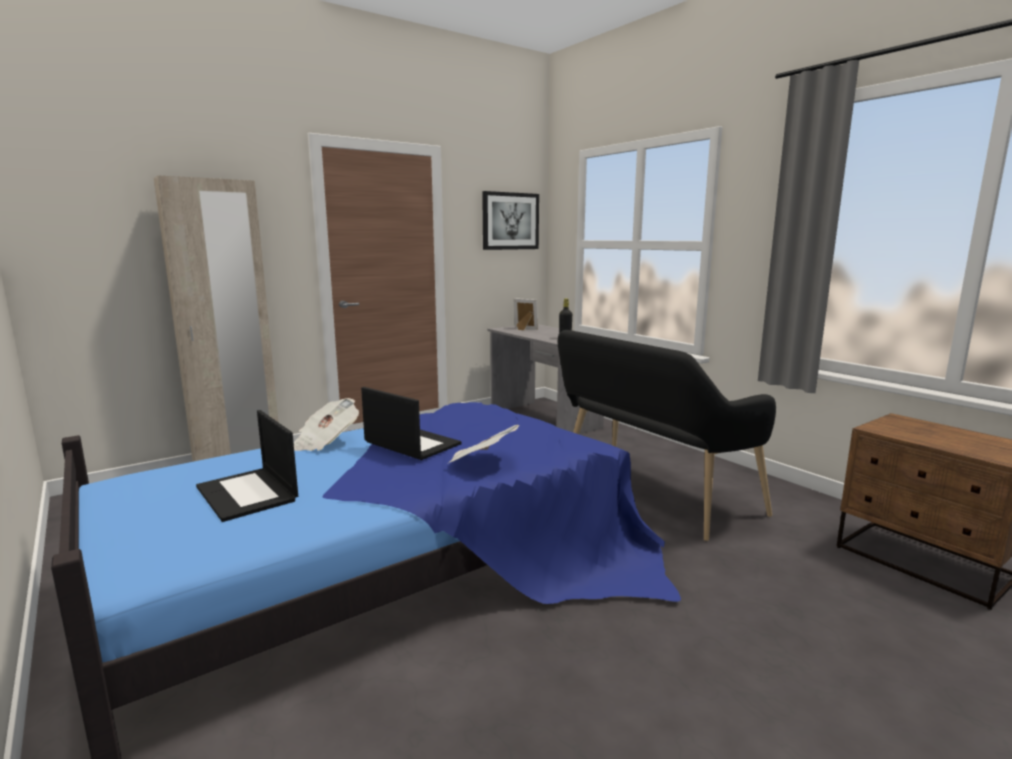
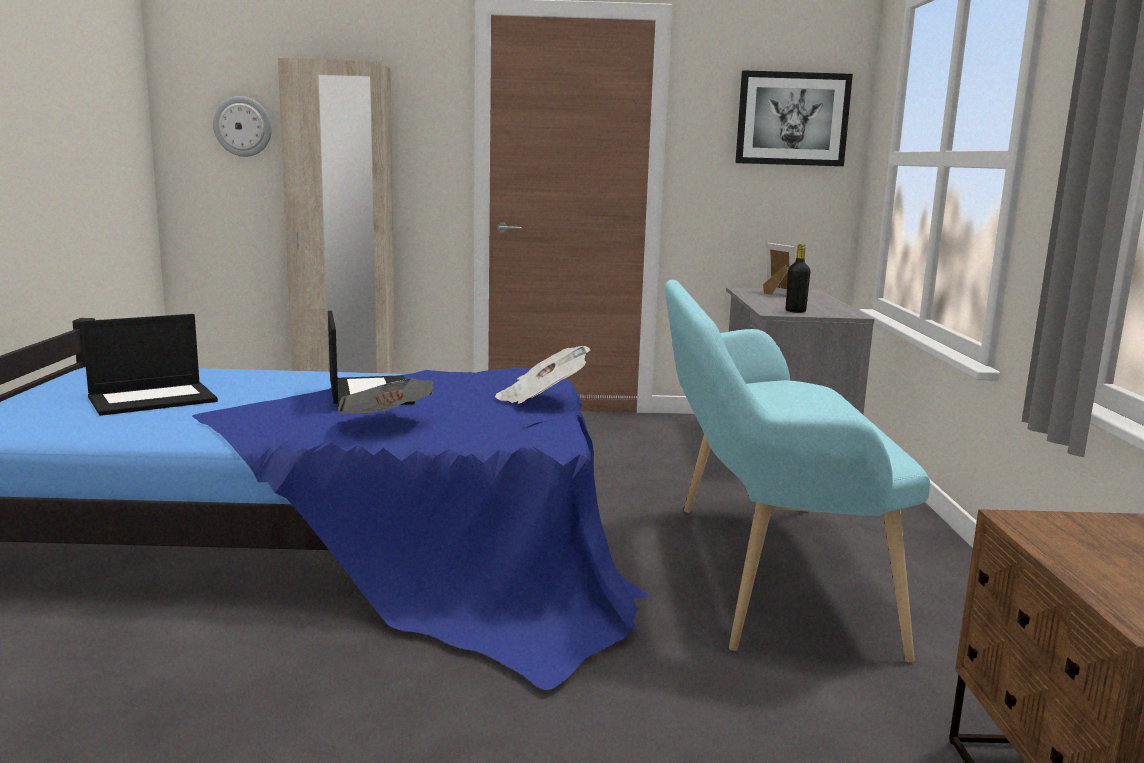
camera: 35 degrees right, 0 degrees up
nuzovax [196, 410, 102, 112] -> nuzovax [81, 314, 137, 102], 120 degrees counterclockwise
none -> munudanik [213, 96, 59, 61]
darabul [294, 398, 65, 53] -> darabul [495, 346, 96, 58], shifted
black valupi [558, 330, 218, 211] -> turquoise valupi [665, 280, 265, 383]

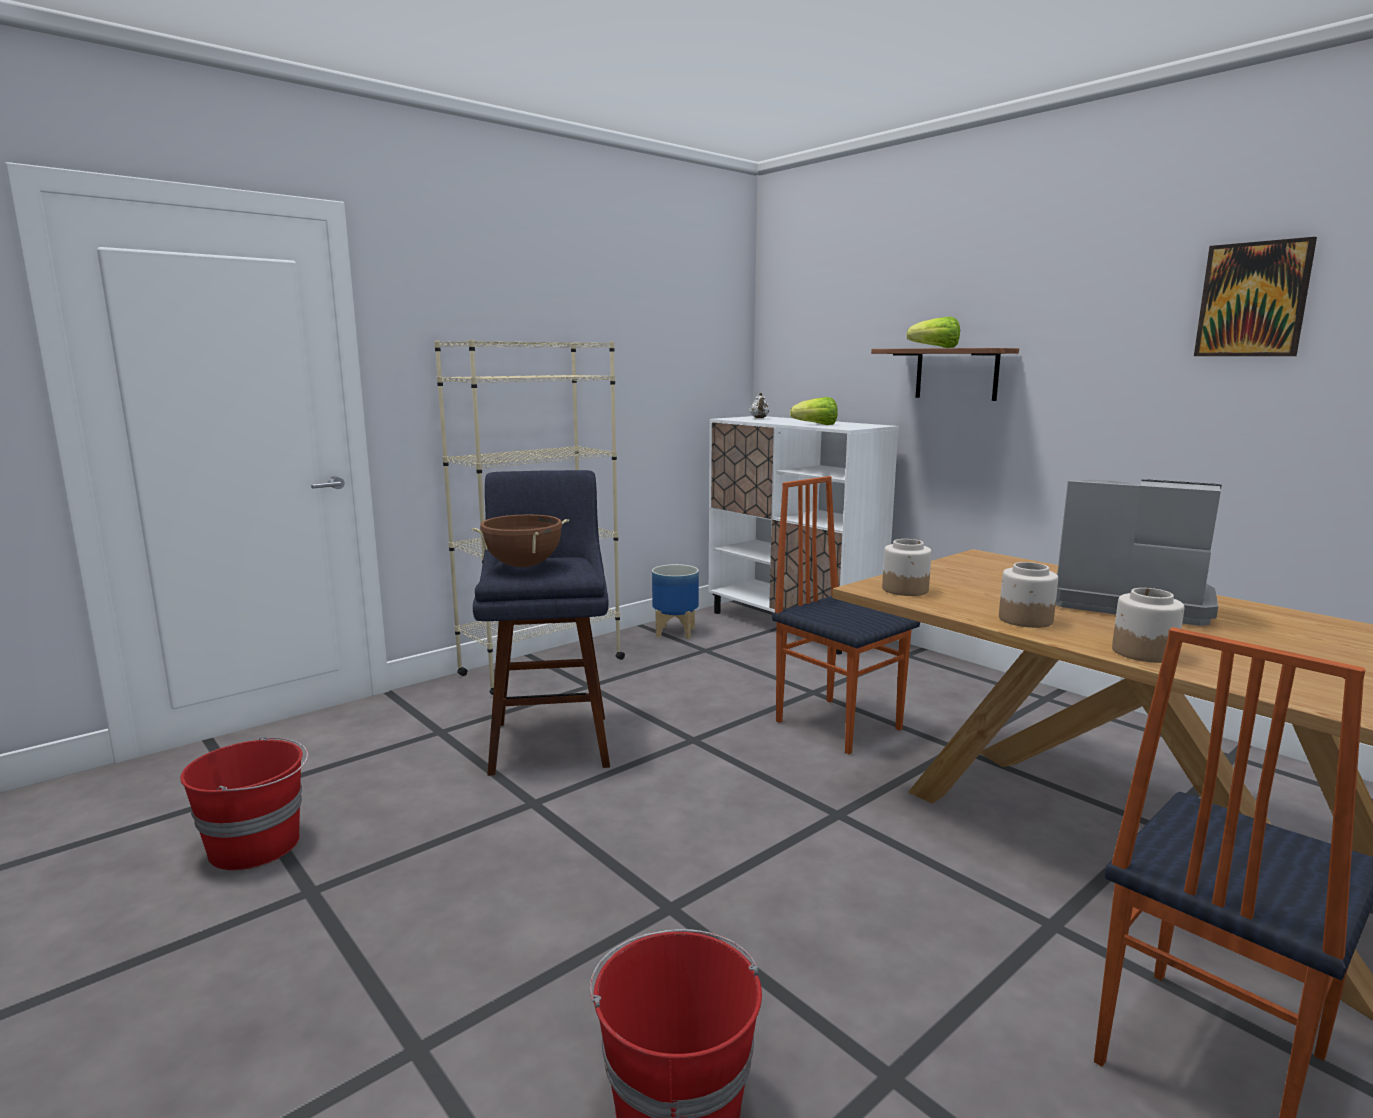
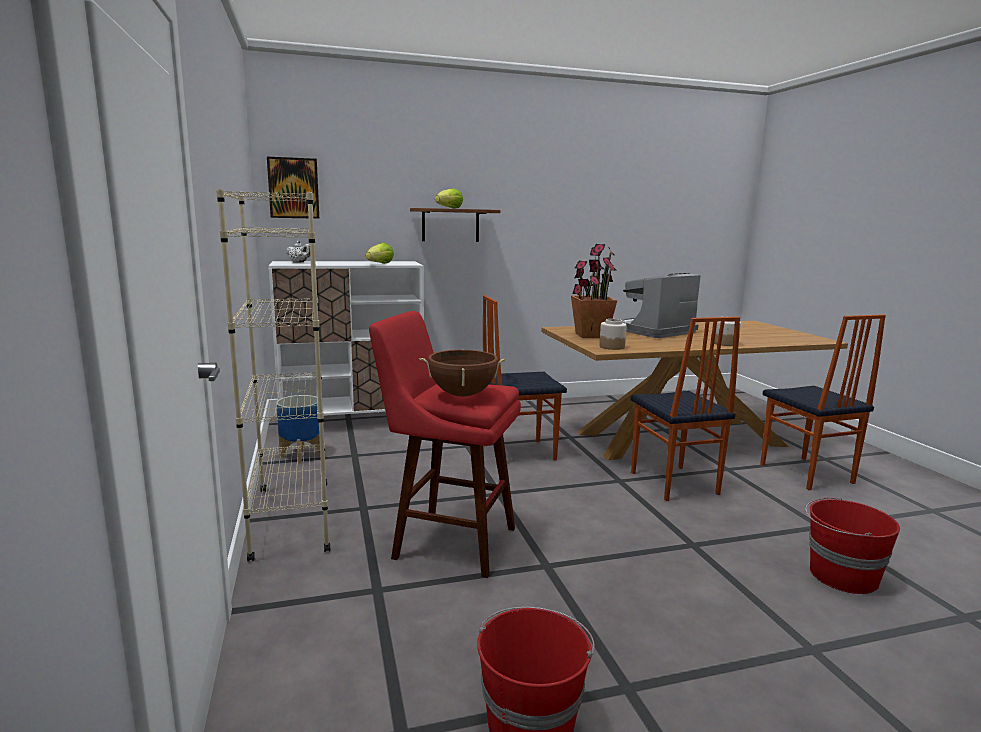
camera: 65 degrees left, 0 degrees up
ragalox [1194, 237, 123, 119] -> ragalox [267, 157, 52, 62], shifted
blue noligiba [473, 470, 137, 306] -> red noligiba [369, 311, 152, 267]
none -> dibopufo [571, 244, 46, 94]
none -> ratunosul [630, 317, 110, 184]
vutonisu [999, 562, 59, 66] -> none

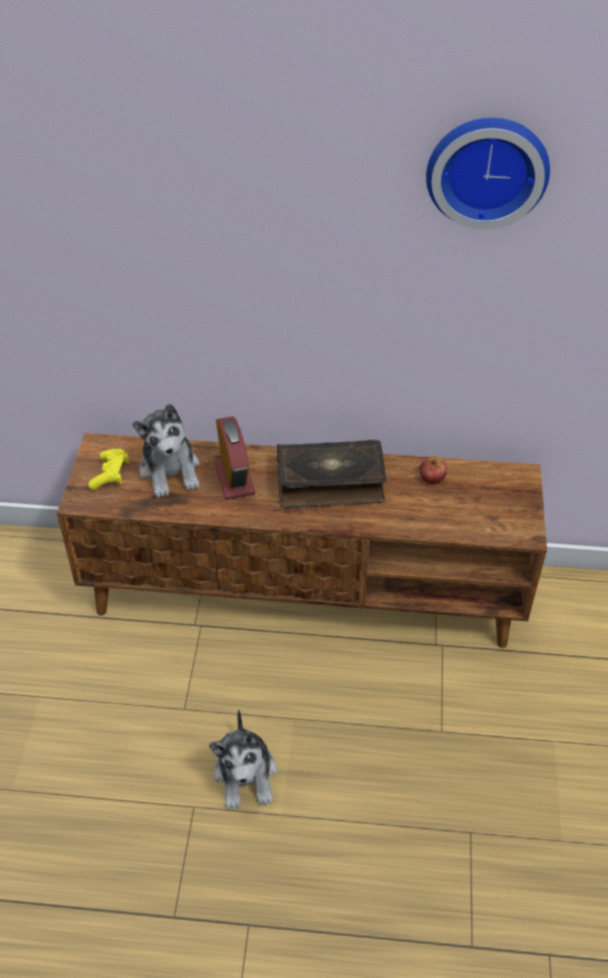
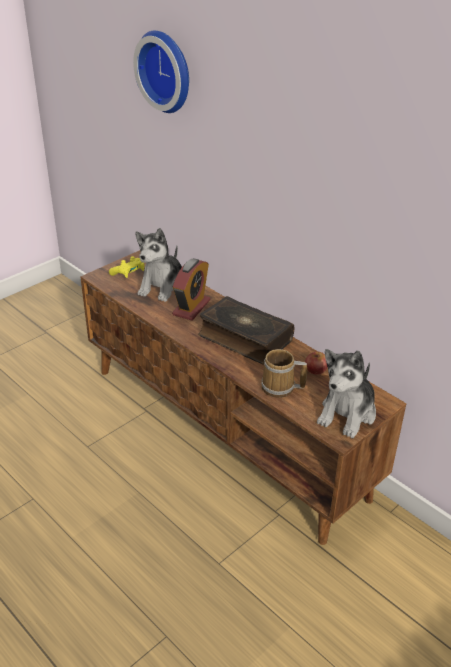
camera: 40 degrees right, 10 degrees down
munudanik [426, 118, 124, 111] -> munudanik [133, 31, 56, 82], shifted
none -> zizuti [261, 349, 46, 49]
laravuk [209, 709, 68, 101] -> laravuk [317, 349, 59, 89], shifted

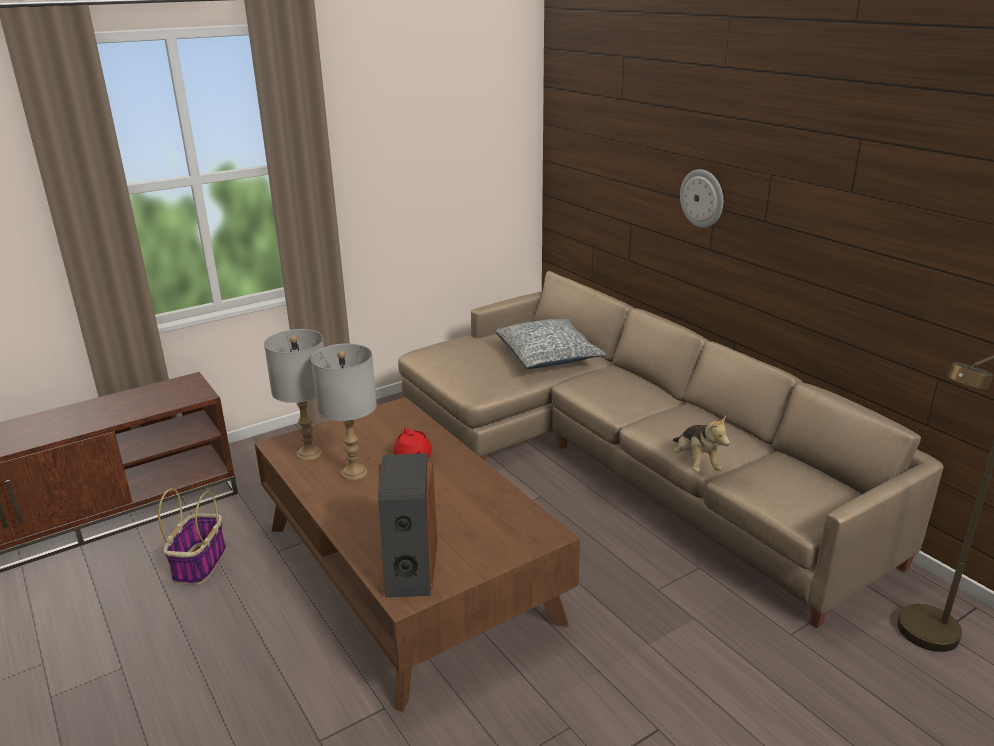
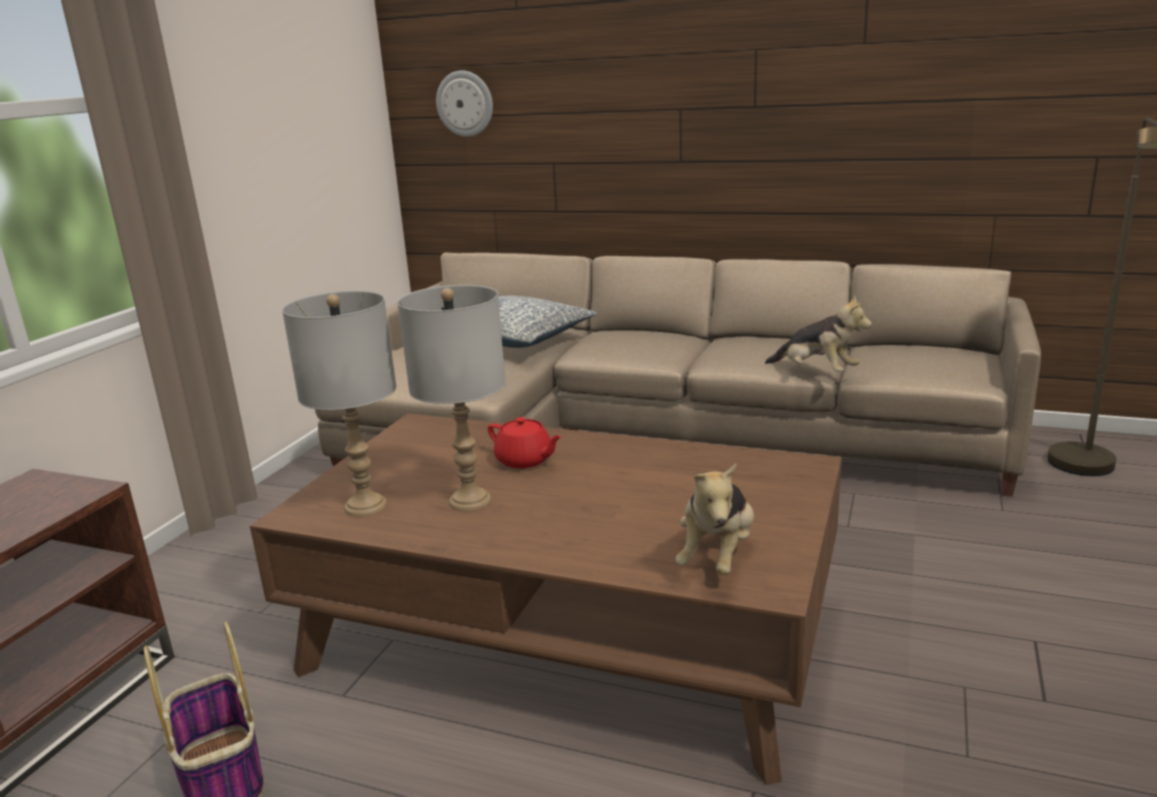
camera: 35 degrees left, 5 degrees down
munudanik [680, 169, 43, 59] -> munudanik [436, 71, 57, 66], shifted
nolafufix [378, 453, 59, 145] -> laravuk [675, 464, 79, 111]

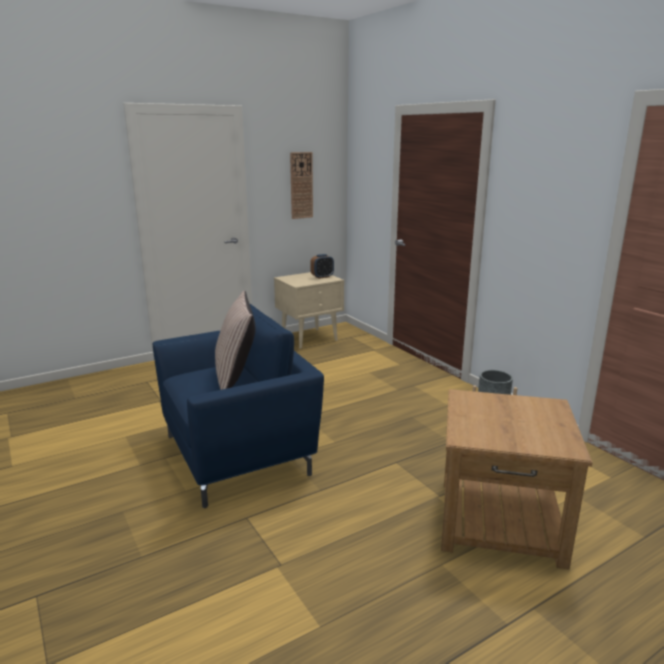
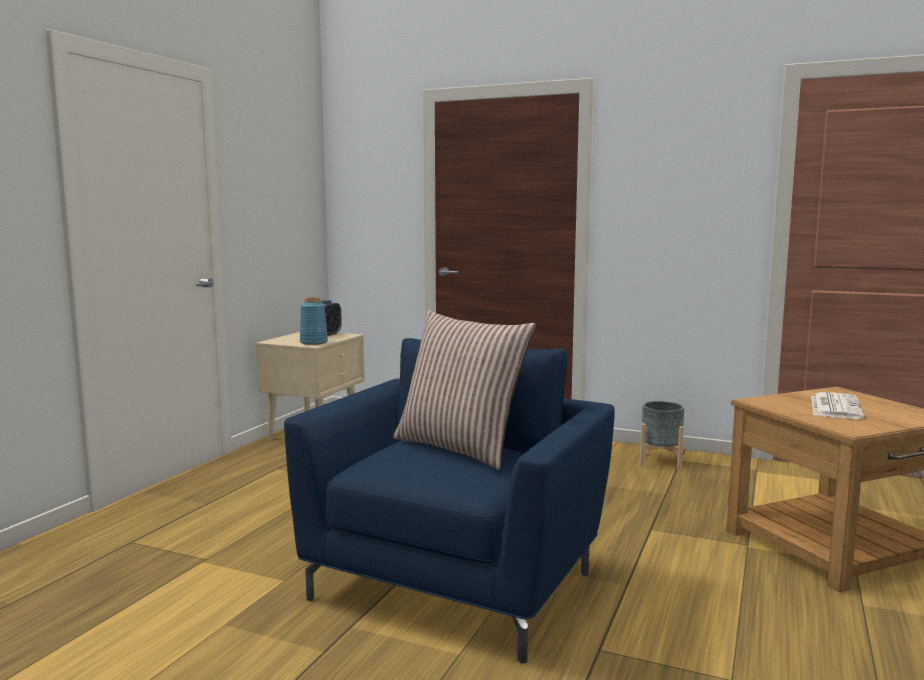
camera: 35 degrees left, 10 degrees down
none -> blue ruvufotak [300, 297, 28, 48]
none -> darabul [811, 392, 53, 27]
munudanik [290, 152, 23, 67] -> none

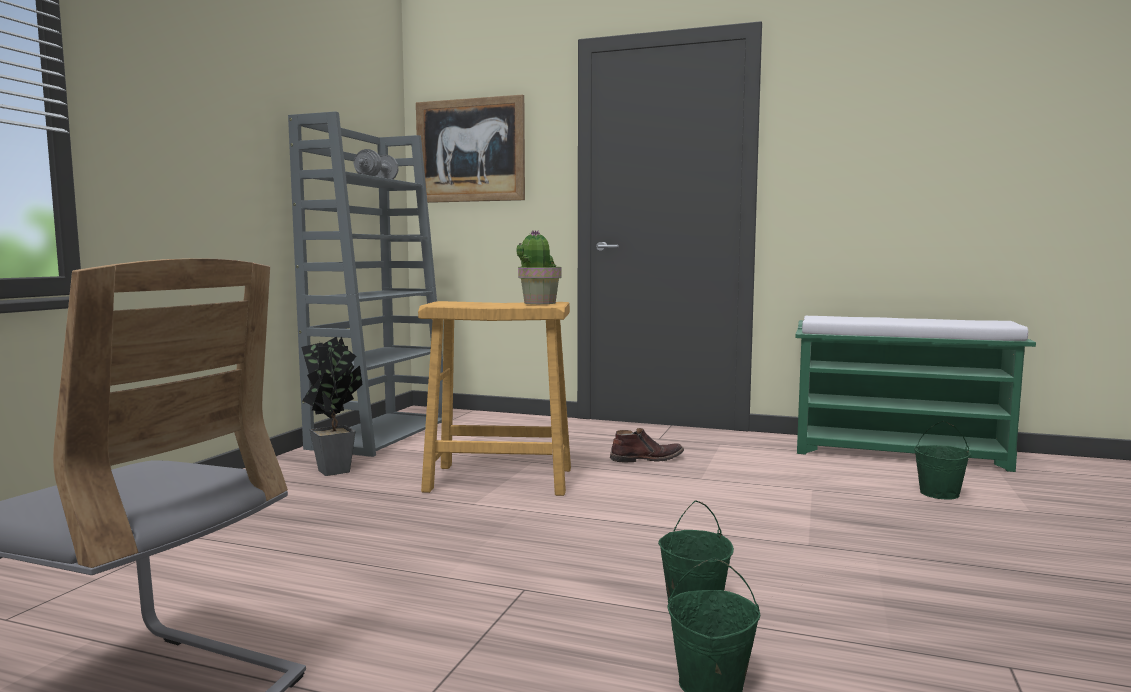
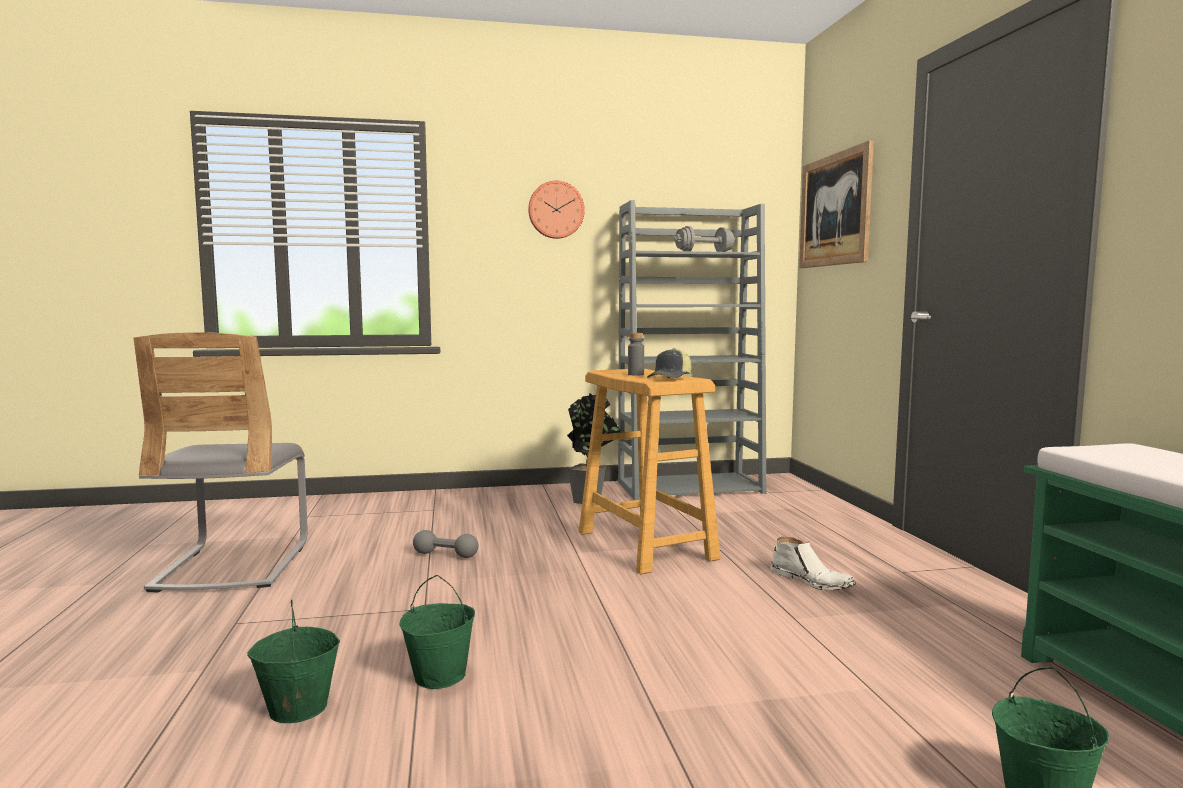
camera: 60 degrees right, 0 degrees up
none -> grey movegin [413, 530, 66, 28]
none -> munudanik [528, 181, 57, 58]
none -> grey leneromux [628, 333, 16, 43]
dibopufo [517, 230, 45, 74] -> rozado [647, 348, 44, 30]
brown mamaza [610, 428, 74, 35] -> white mamaza [770, 537, 86, 53]

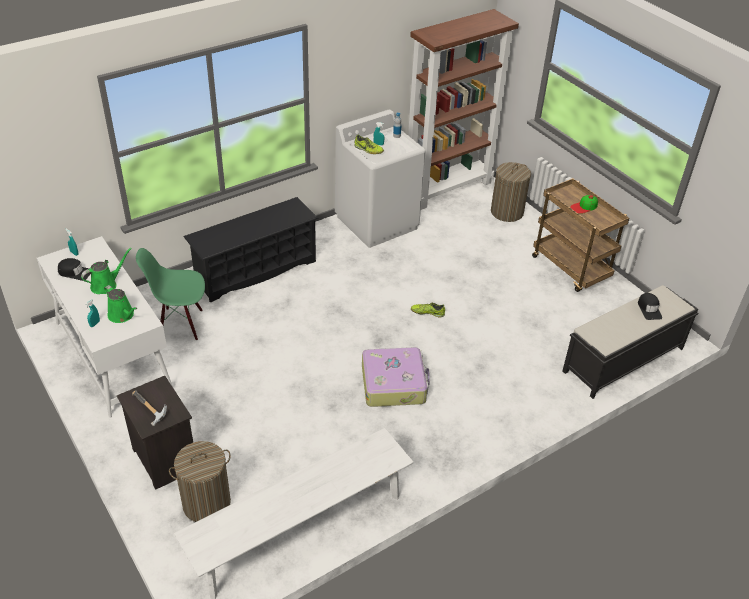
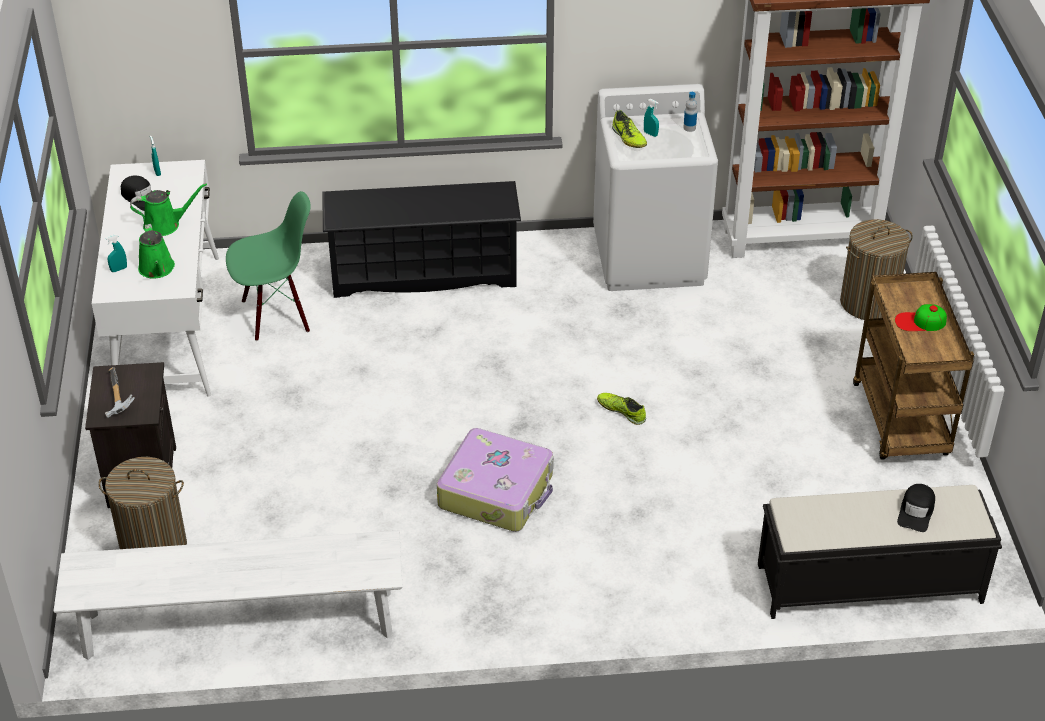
camera: 30 degrees right, 0 degrees up
green ratunosul [136, 248, 69, 93] -> green ratunosul [226, 191, 85, 150], 135 degrees clockwise

